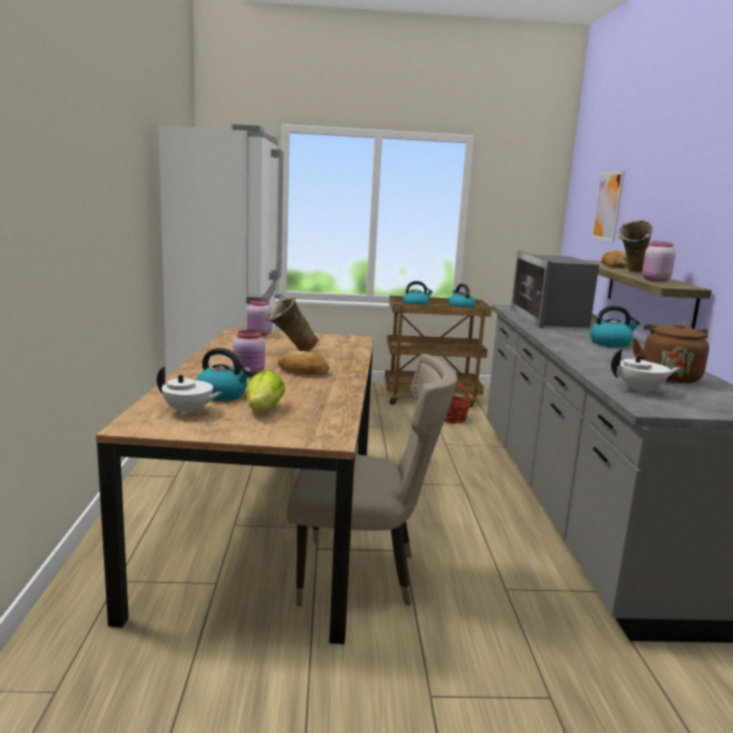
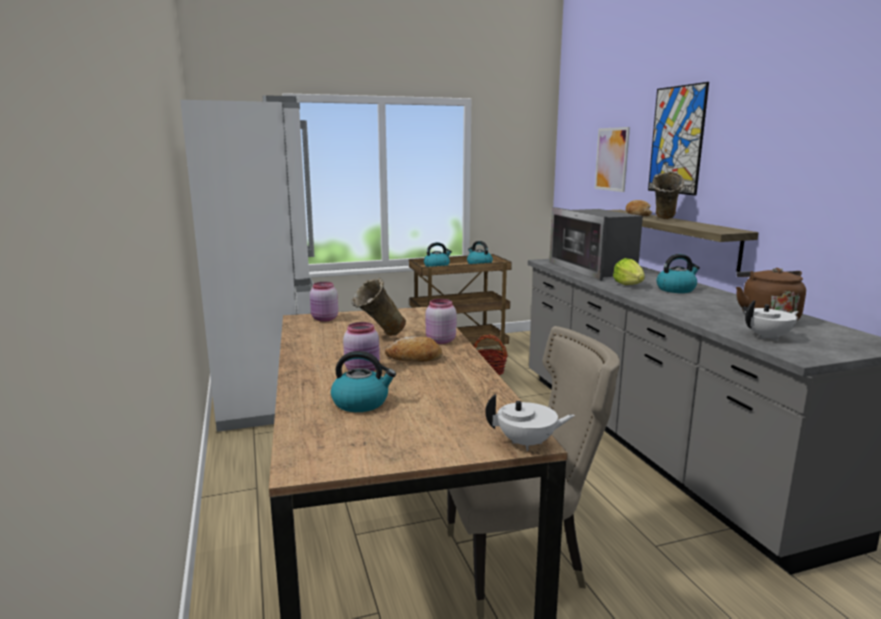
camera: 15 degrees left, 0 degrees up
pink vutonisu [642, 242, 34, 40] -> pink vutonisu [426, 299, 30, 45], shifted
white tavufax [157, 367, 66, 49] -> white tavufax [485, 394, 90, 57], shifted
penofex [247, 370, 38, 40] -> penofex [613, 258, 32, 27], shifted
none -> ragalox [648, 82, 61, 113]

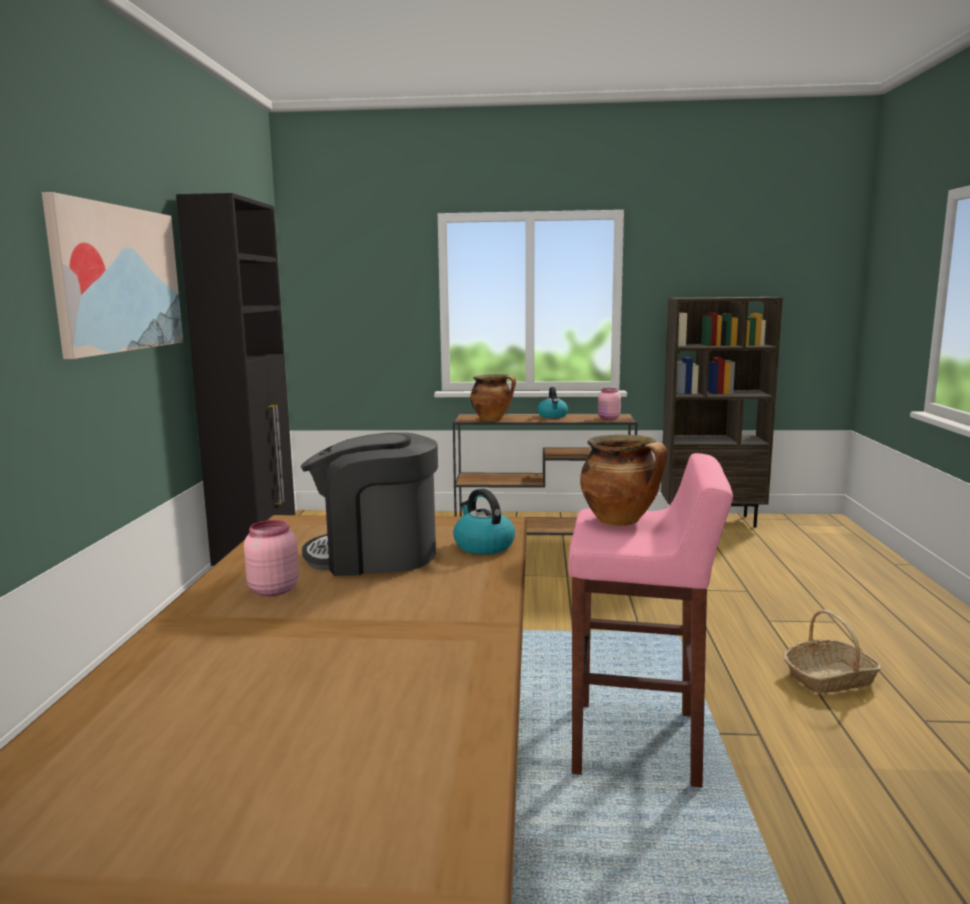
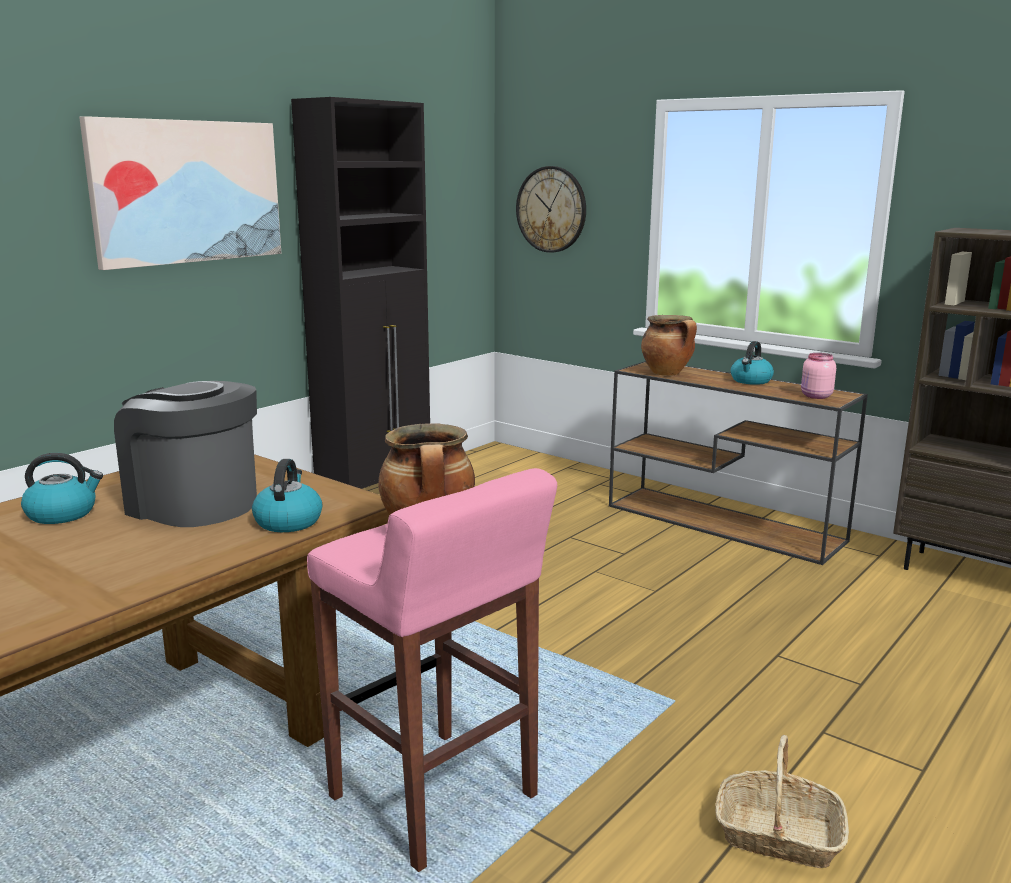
camera: 35 degrees right, 5 degrees up
pink vutonisu [244, 520, 55, 76] -> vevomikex [21, 453, 82, 71]
none -> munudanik [516, 166, 70, 87]

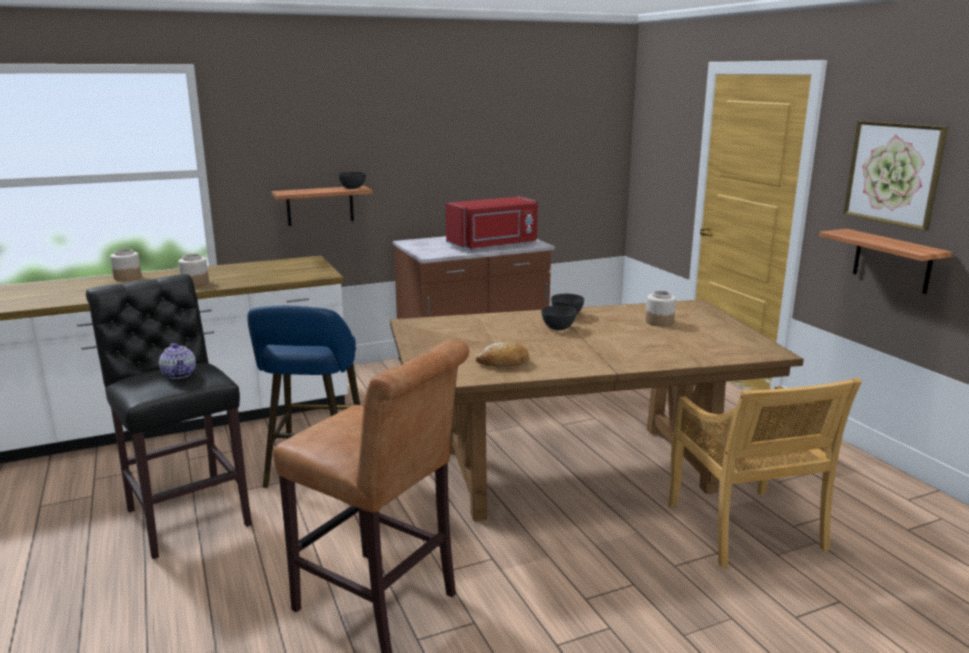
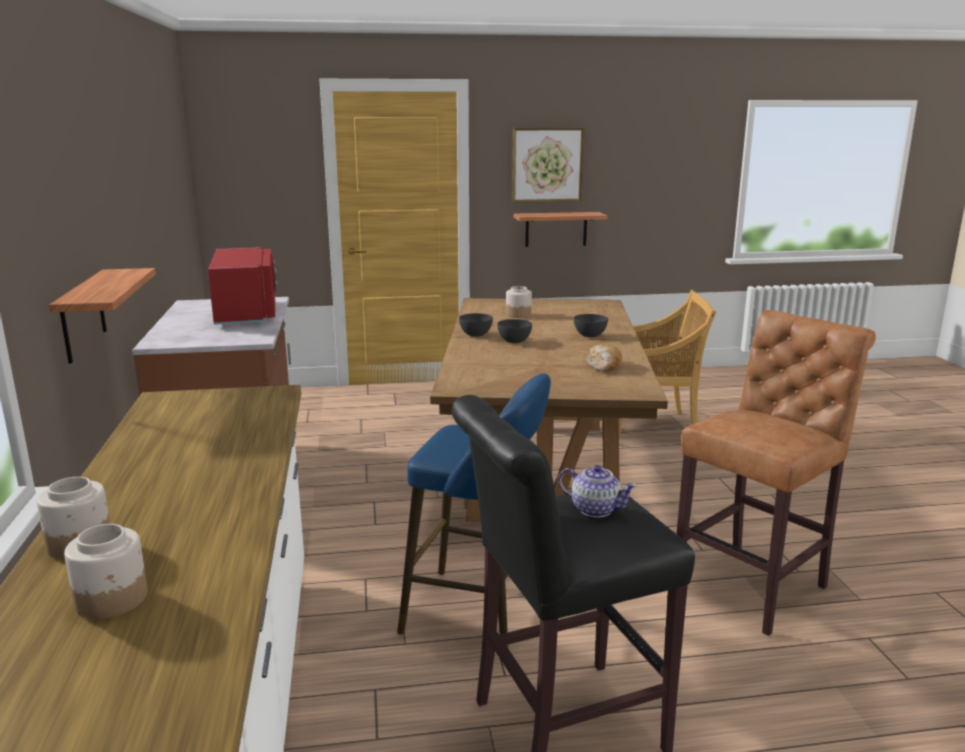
camera: 75 degrees left, 0 degrees up
vutonisu [178, 254, 31, 33] -> vutonisu [64, 524, 84, 95], shifted
tavufax [159, 343, 37, 36] -> tavufax [558, 465, 79, 53], 45 degrees clockwise
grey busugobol [338, 172, 28, 17] -> grey busugobol [574, 314, 34, 23], shifted

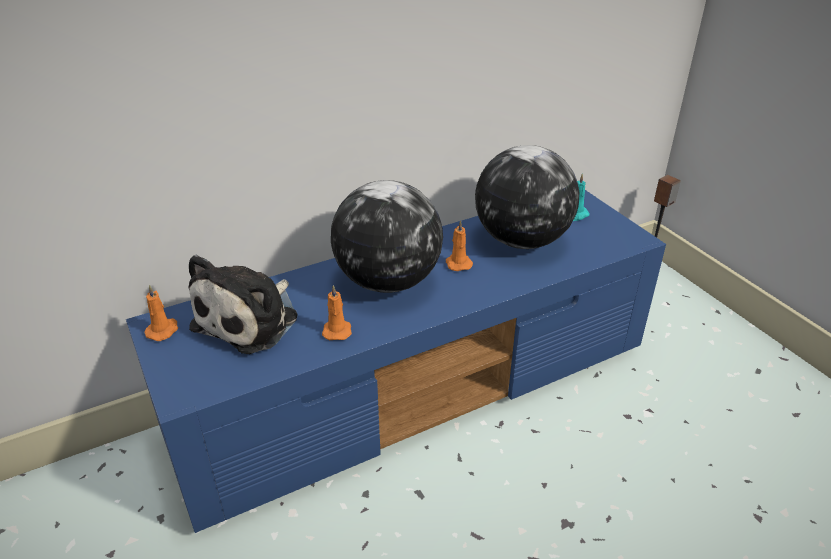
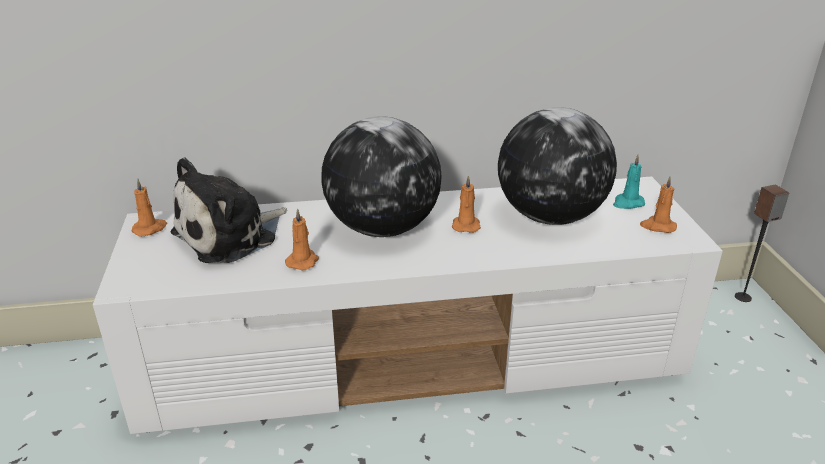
camera: 20 degrees right, 5 degrees down
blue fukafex [126, 190, 540, 343] -> white fukafex [93, 177, 630, 257]
none -> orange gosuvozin [640, 176, 37, 57]

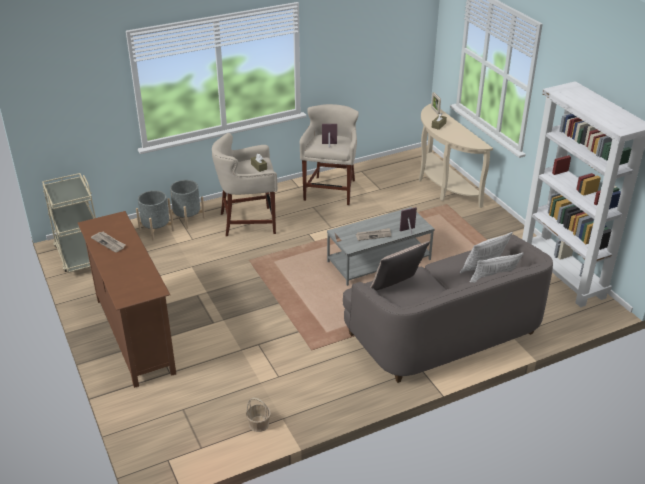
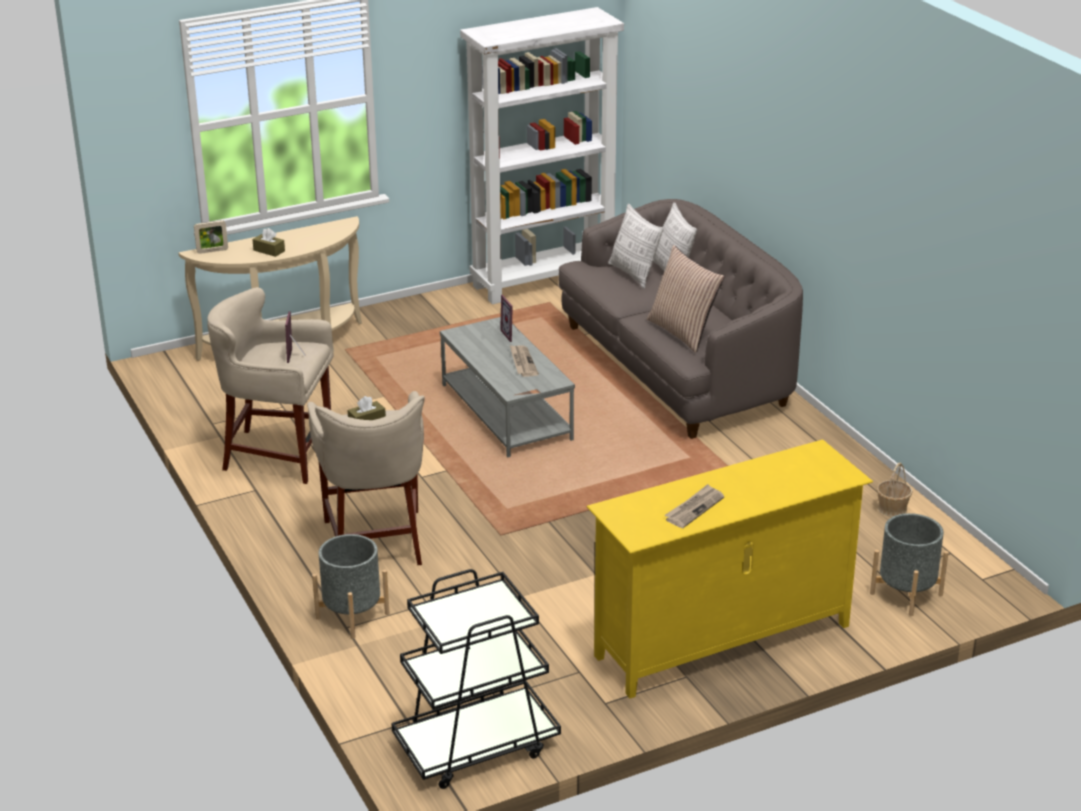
camera: 90 degrees left, 5 degrees down
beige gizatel [42, 173, 54, 100] -> black gizatel [391, 569, 170, 220]
brown fukafex [78, 211, 98, 177] -> yellow fukafex [586, 439, 287, 260]
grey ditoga [136, 190, 38, 51] -> grey ditoga [870, 513, 79, 103], shifted

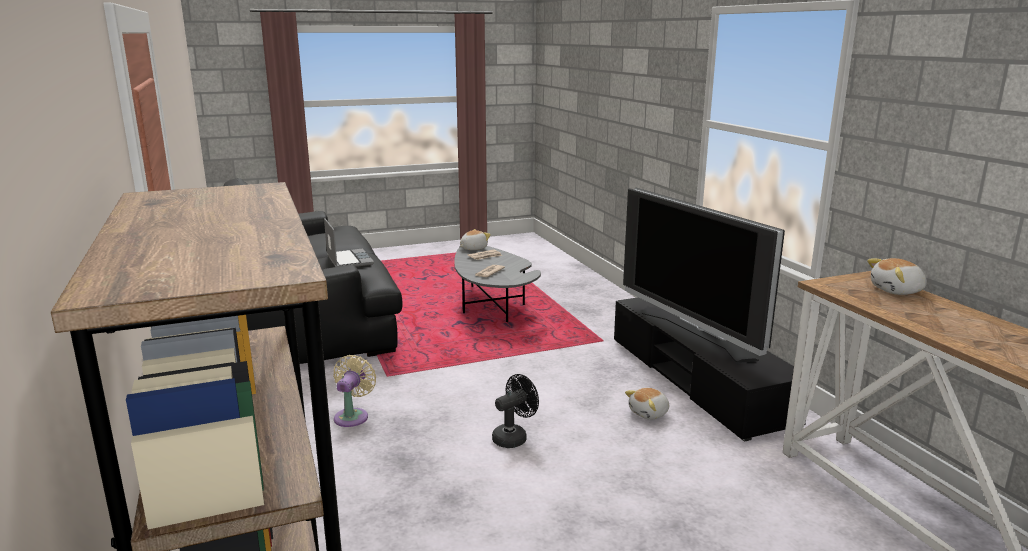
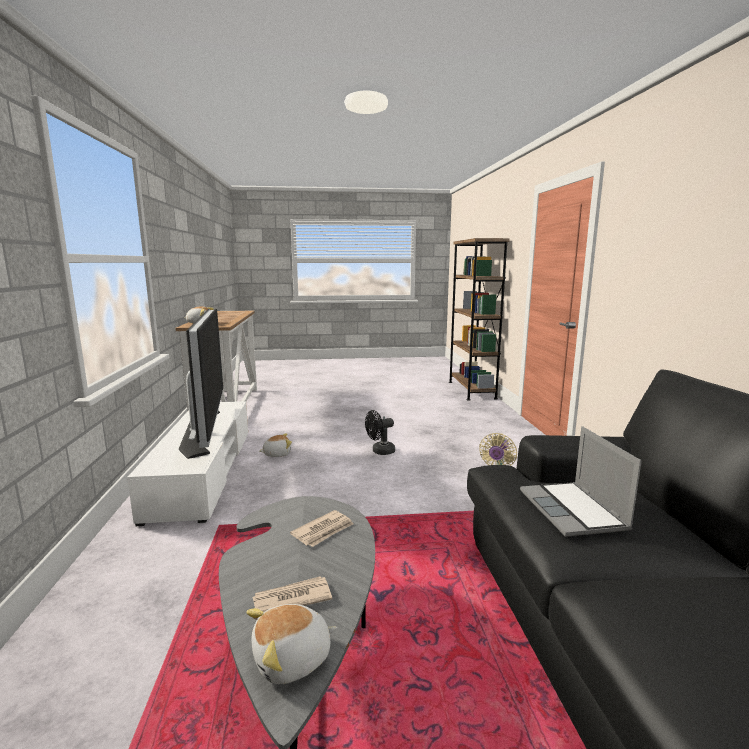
camera: 165 degrees left, 5 degrees down
black fukafex [614, 297, 192, 145] -> white fukafex [127, 401, 121, 125]

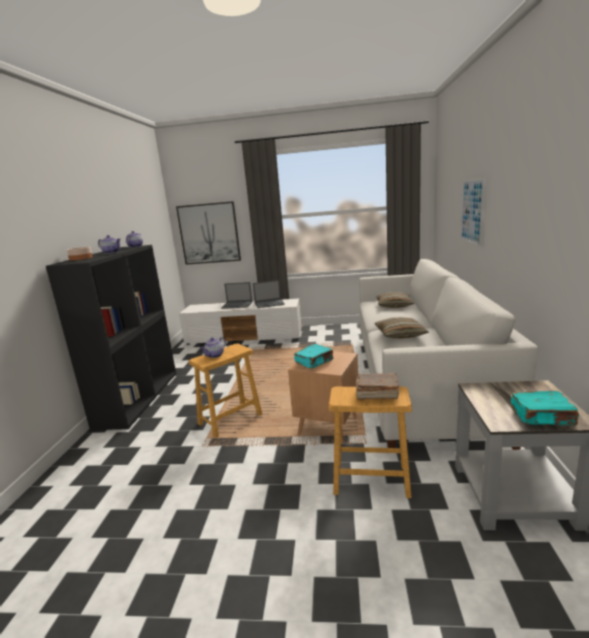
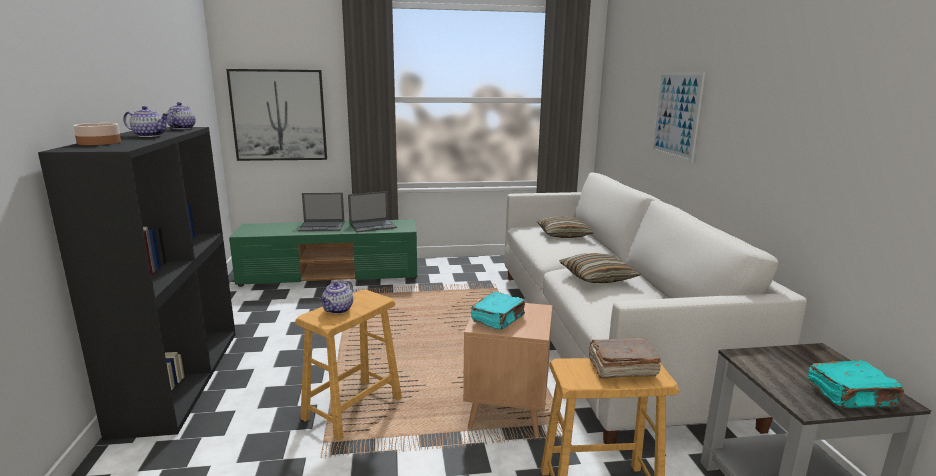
camera: 15 degrees left, 0 degrees up
white fukafex [179, 299, 123, 46] -> green fukafex [229, 219, 188, 68]

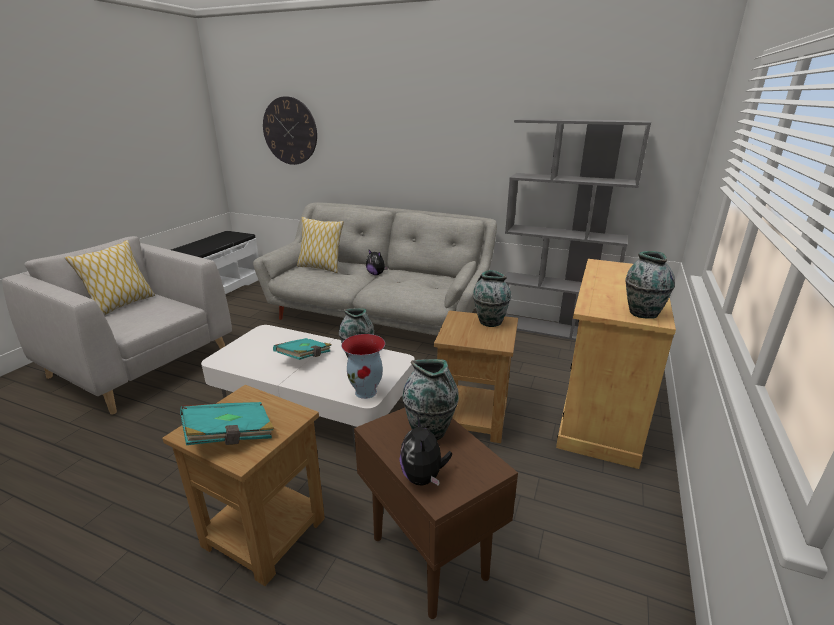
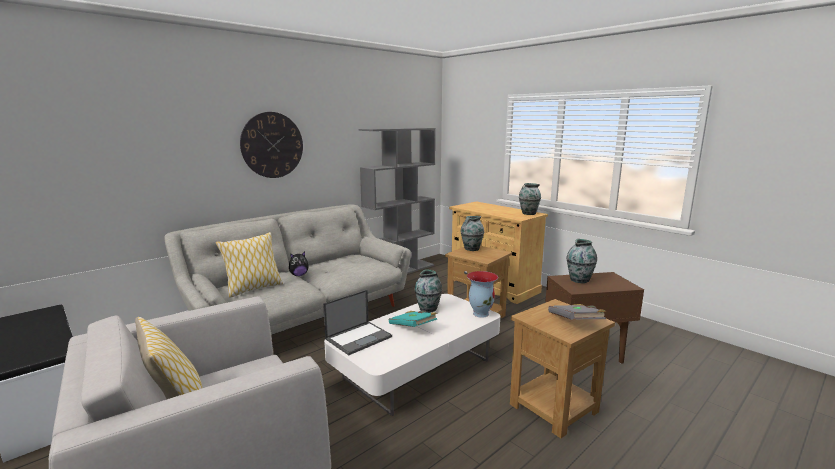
camera: 65 degrees left, 10 degrees down
munudanik [263, 96, 54, 69] -> munudanik [240, 112, 63, 66], shifted
none -> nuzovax [323, 290, 69, 65]
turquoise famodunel [180, 402, 94, 43] -> grey famodunel [548, 304, 58, 16]
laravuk [399, 416, 53, 70] -> none

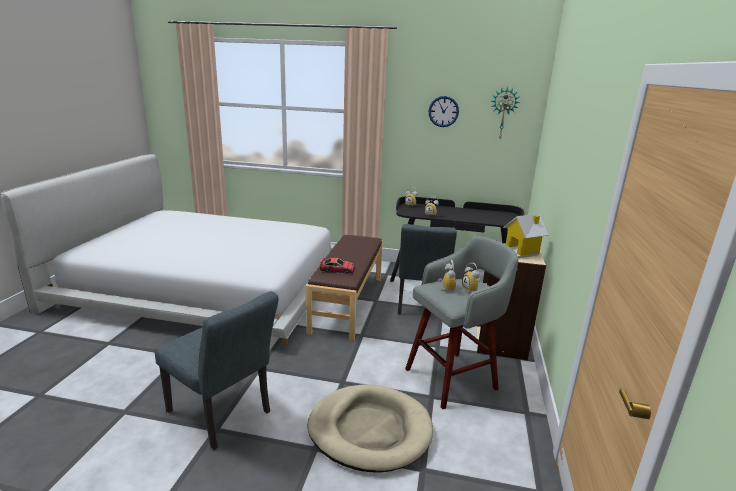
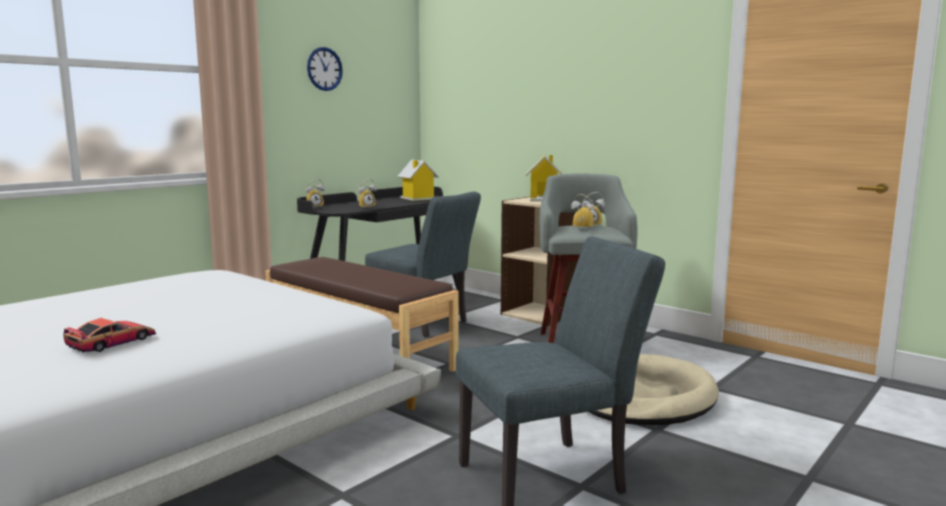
camera: 60 degrees left, 10 degrees down
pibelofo [320, 257, 35, 17] -> pibelofo [63, 318, 93, 35], shifted
none -> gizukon [397, 159, 42, 42]
munudanik [491, 86, 29, 52] -> none

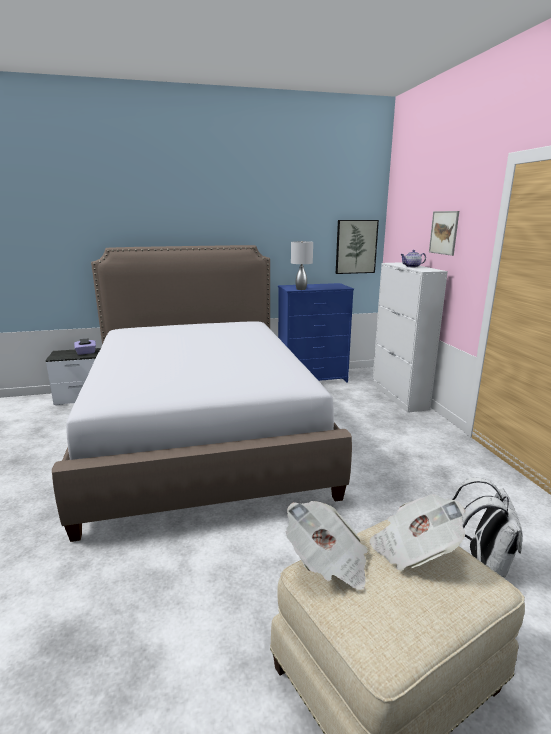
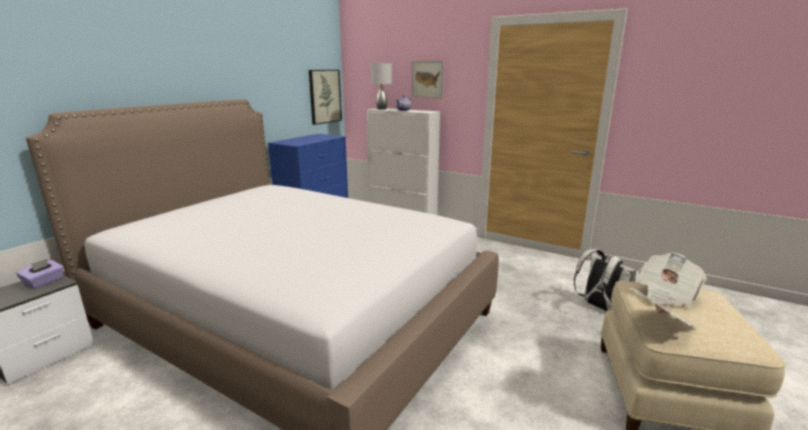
camera: 45 degrees left, 0 degrees up
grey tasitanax [291, 241, 22, 49] -> grey tasitanax [371, 63, 21, 47], shifted

